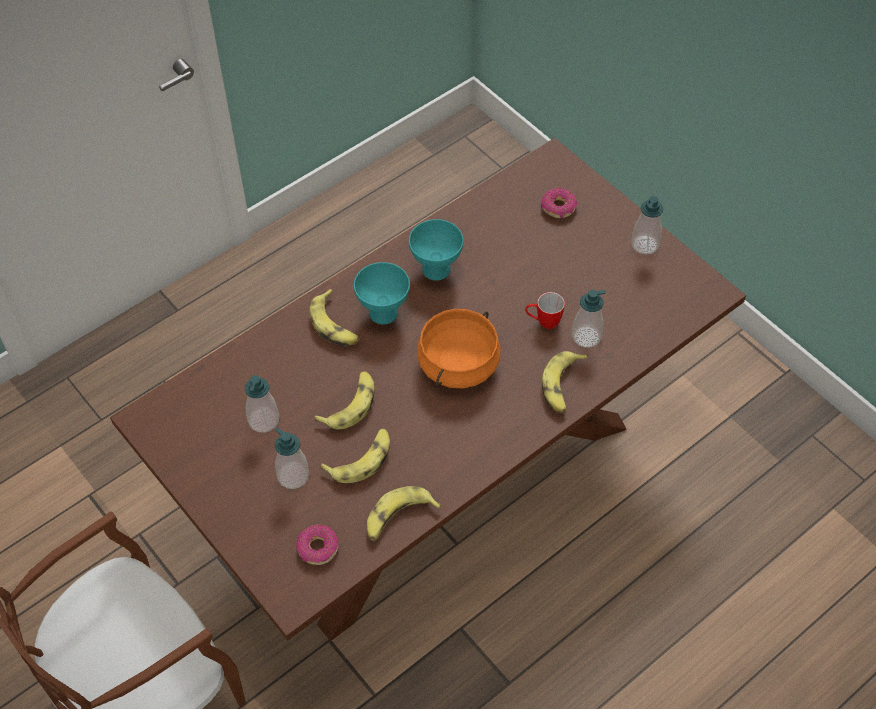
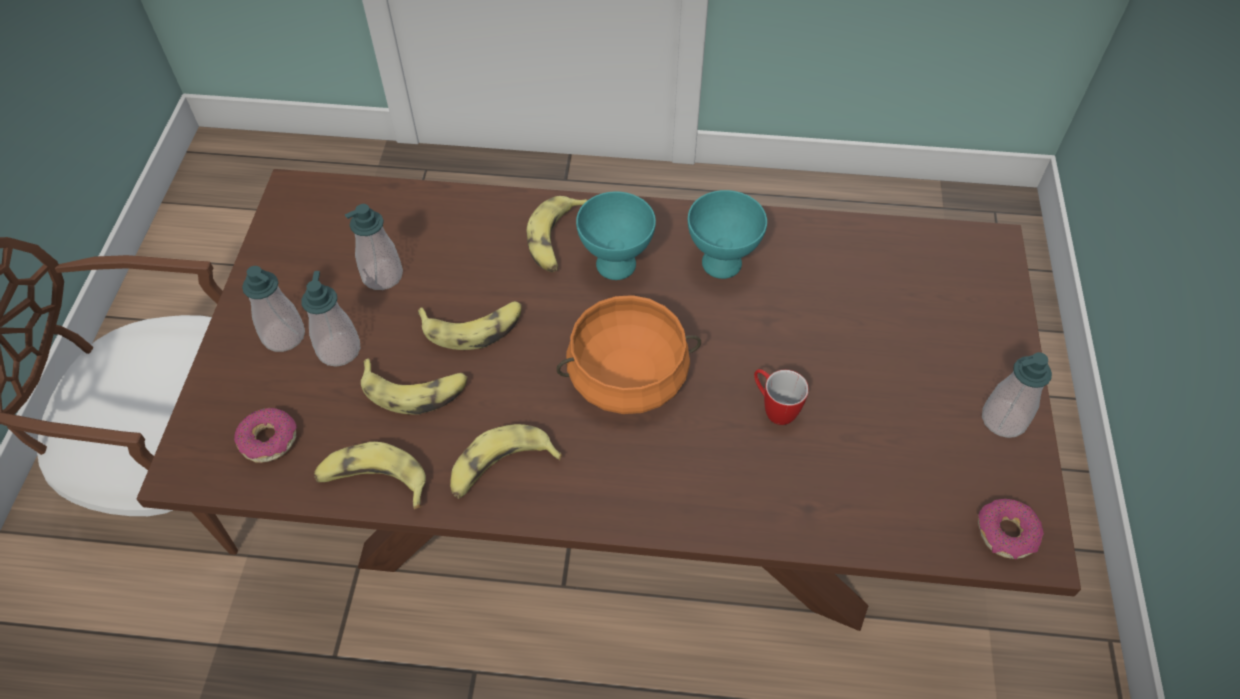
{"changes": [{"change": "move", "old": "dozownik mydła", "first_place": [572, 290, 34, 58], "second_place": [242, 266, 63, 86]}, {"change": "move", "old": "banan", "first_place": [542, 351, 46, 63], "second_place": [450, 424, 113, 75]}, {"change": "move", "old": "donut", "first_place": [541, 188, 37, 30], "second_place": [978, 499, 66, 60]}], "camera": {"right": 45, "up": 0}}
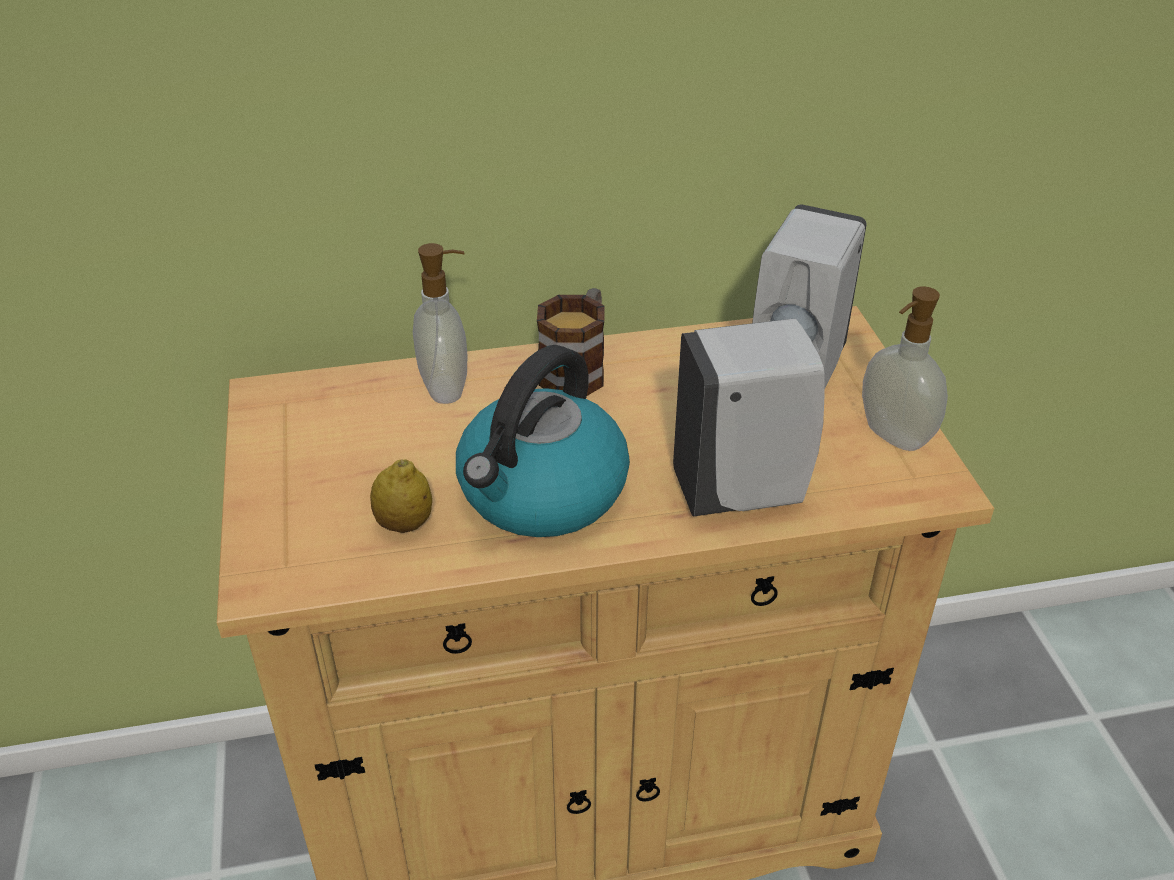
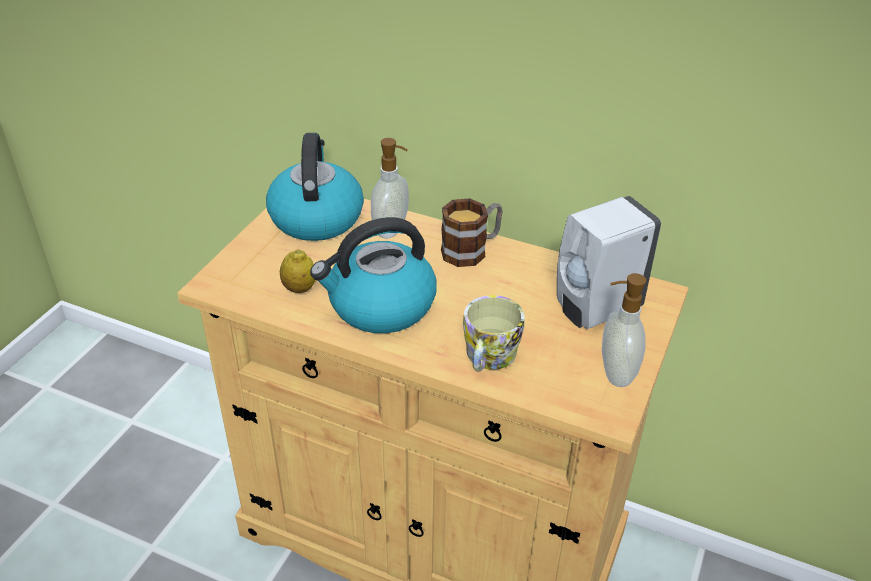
{"changes": [{"change": "insert", "new": "czajnik", "second_place": [266, 133, 98, 108]}, {"change": "replace", "old": "dozownik mydła (biały)", "new": "kubek", "first_place": [673, 318, 151, 199], "second_place": [463, 295, 62, 76]}], "camera": {"right": 35, "up": 0}}
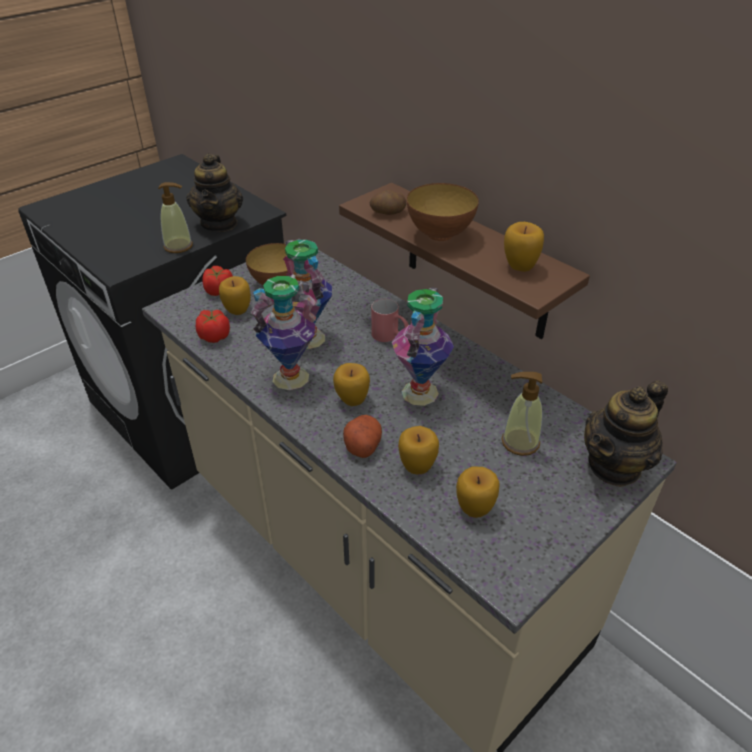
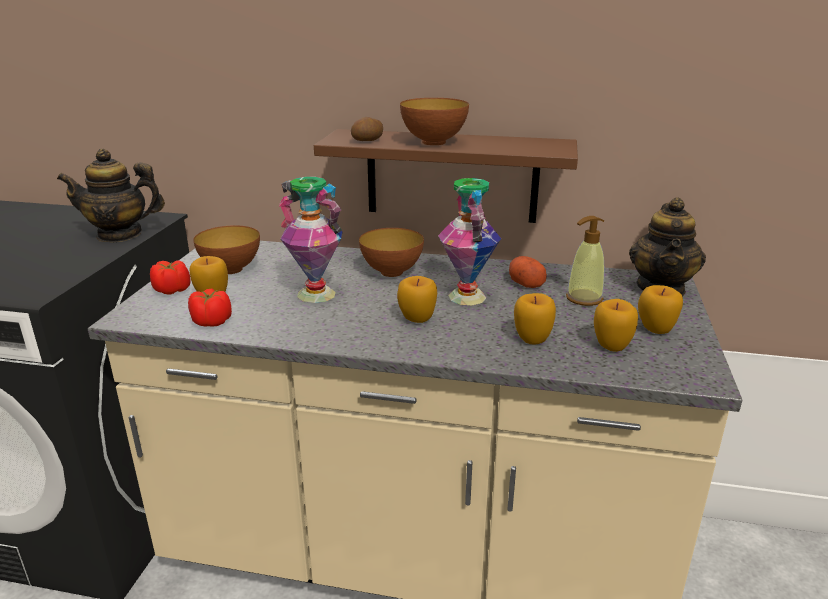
{"changes": [{"change": "rotate", "old": "imbryk", "first_place": [186, 153, 57, 79], "second_place": [57, 149, 108, 94], "degrees": 120}, {"change": "replace", "old": "kubek (czerwony)", "new": "miska", "first_place": [371, 299, 38, 43], "second_place": [359, 228, 65, 49]}, {"change": "move", "old": "ziemniak", "first_place": [343, 415, 39, 43], "second_place": [509, 256, 38, 32]}, {"change": "move", "old": "jabłko", "first_place": [504, 222, 40, 50], "second_place": [638, 285, 45, 49]}, {"change": "delete", "old": "dozownik mydła", "first_place": [158, 182, 35, 71]}, {"change": "delete", "old": "wazon", "first_place": [250, 276, 66, 114]}], "camera": {"right": -35, "up": -15}}
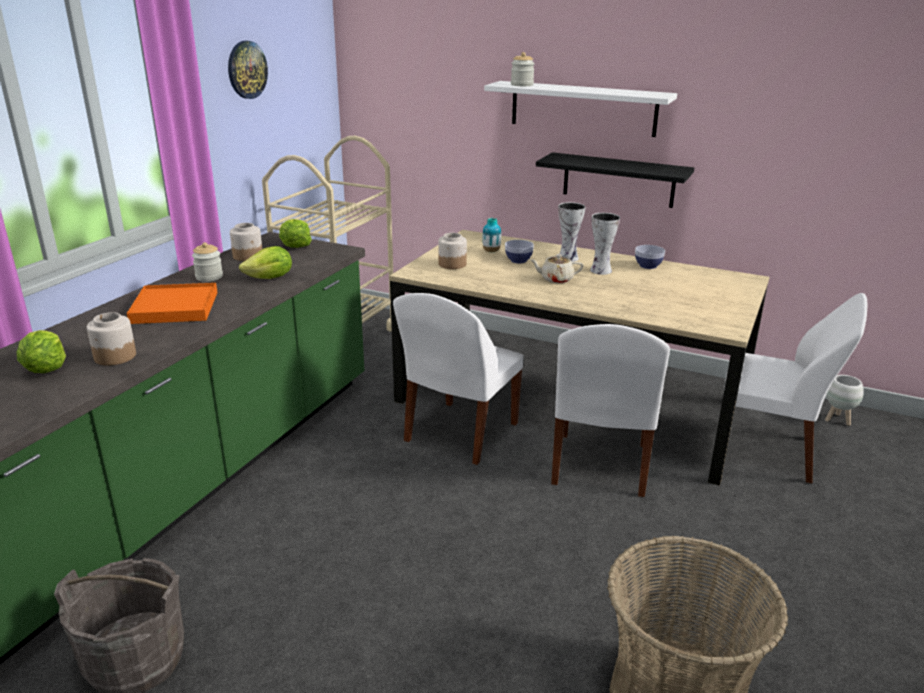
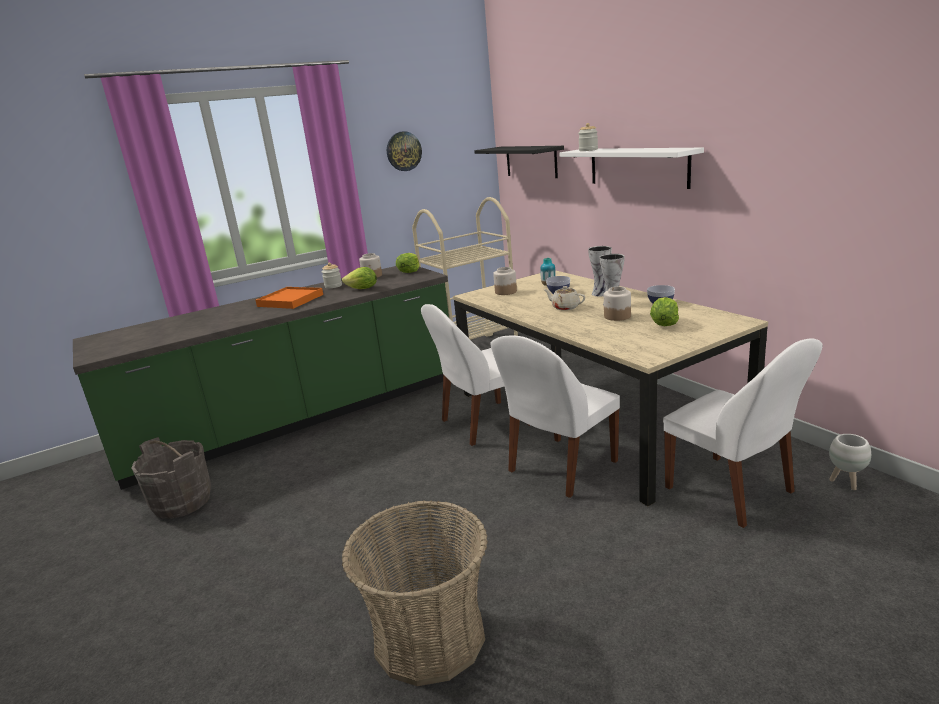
{"changes": [{"change": "move", "old": "półka (czarny)", "first_place": [536, 152, 158, 56], "second_place": [474, 146, 90, 32]}, {"change": "move", "old": "słoik", "first_place": [87, 312, 49, 54], "second_place": [604, 287, 27, 34]}, {"change": "move", "old": "sałata", "first_place": [17, 330, 49, 43], "second_place": [650, 297, 29, 29]}], "camera": {"right": 35, "up": -5}}
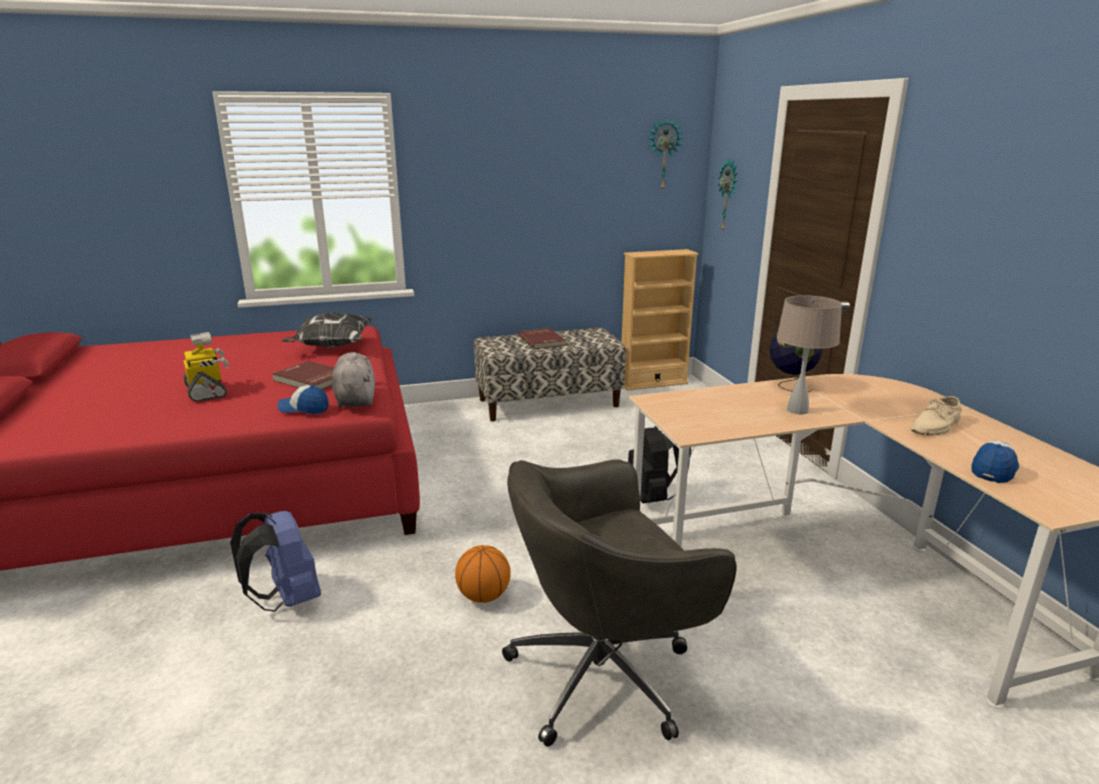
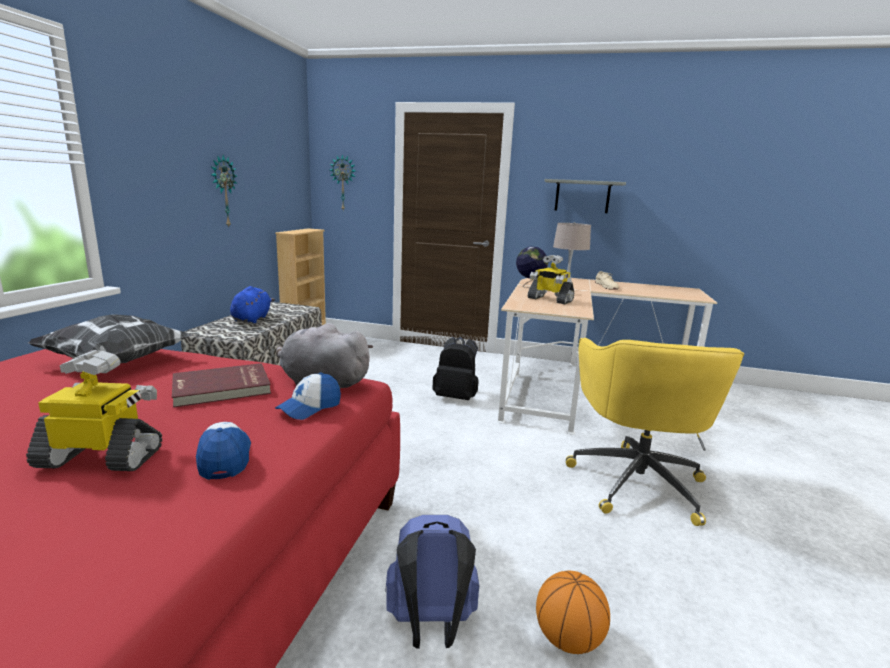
{"changes": [{"change": "move", "old": "czapka z daszkiem", "first_place": [971, 441, 48, 42], "second_place": [196, 422, 55, 58]}, {"change": "move", "old": "zegar ścienny", "first_place": [648, 118, 35, 73], "second_place": [211, 155, 26, 72]}, {"change": "replace", "old": "książka (czerwony)", "new": "pluszak (niebieski)", "first_place": [519, 328, 47, 21], "second_place": [230, 286, 45, 37]}, {"change": "insert", "new": "robot zabawkowy", "second_place": [528, 255, 46, 49]}, {"change": "move", "old": "piłka do koszykówki", "first_place": [455, 545, 56, 58], "second_place": [536, 571, 74, 83]}, {"change": "insert", "new": "półka (szary)", "second_place": [544, 179, 82, 34]}, {"change": "recolor", "old": "krzesło biurowe (szary)", "new": "krzesło biurowe (żółty)", "first_place": [502, 459, 235, 288], "second_place": [566, 338, 178, 188]}], "camera": {"right": -60, "up": -5}}
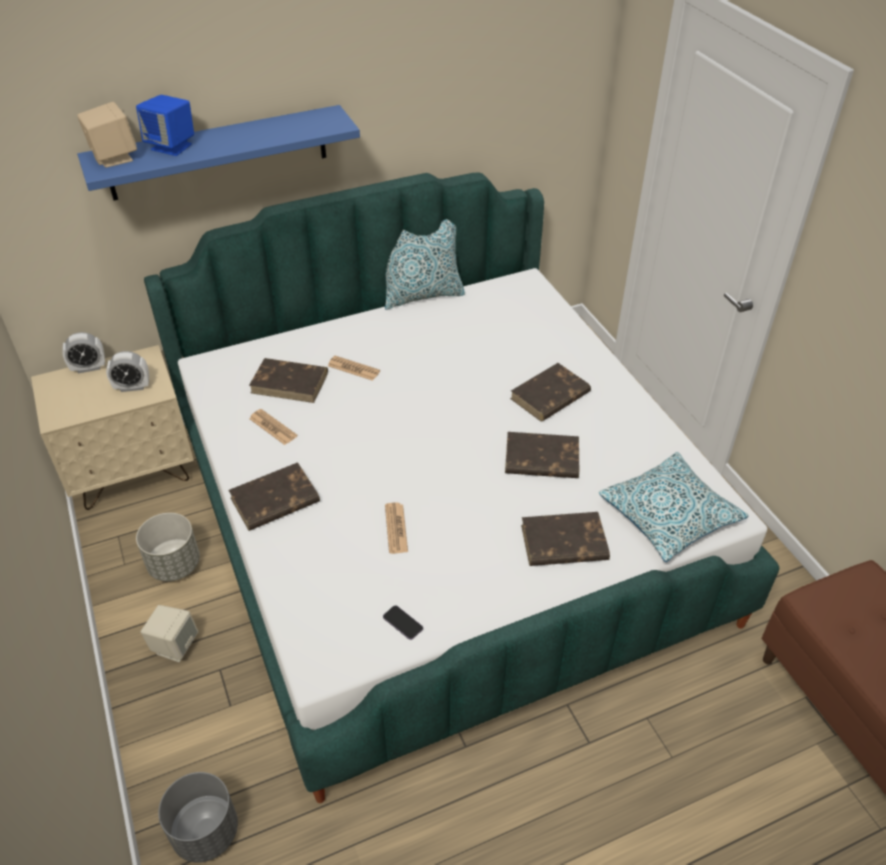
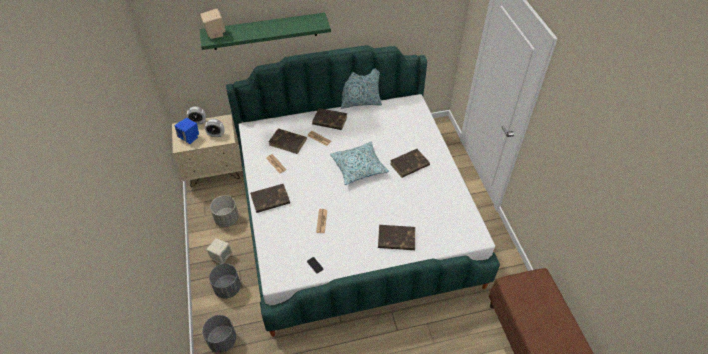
{"changes": [{"change": "move", "old": "głośnik (niebieski)", "first_place": [136, 95, 58, 61], "second_place": [174, 118, 25, 26]}, {"change": "recolor", "old": "półka (niebieski)", "new": "półka (zielony)", "first_place": [77, 105, 283, 95], "second_place": [200, 13, 131, 37]}, {"change": "insert", "new": "donica (szary)", "second_place": [209, 263, 32, 36]}, {"change": "move", "old": "książka (brązowy)", "first_place": [505, 432, 74, 46], "second_place": [312, 108, 35, 22]}, {"change": "move", "old": "poduszka", "first_place": [599, 452, 149, 110], "second_place": [330, 142, 59, 43]}], "camera": {"right": 10, "up": 5}}
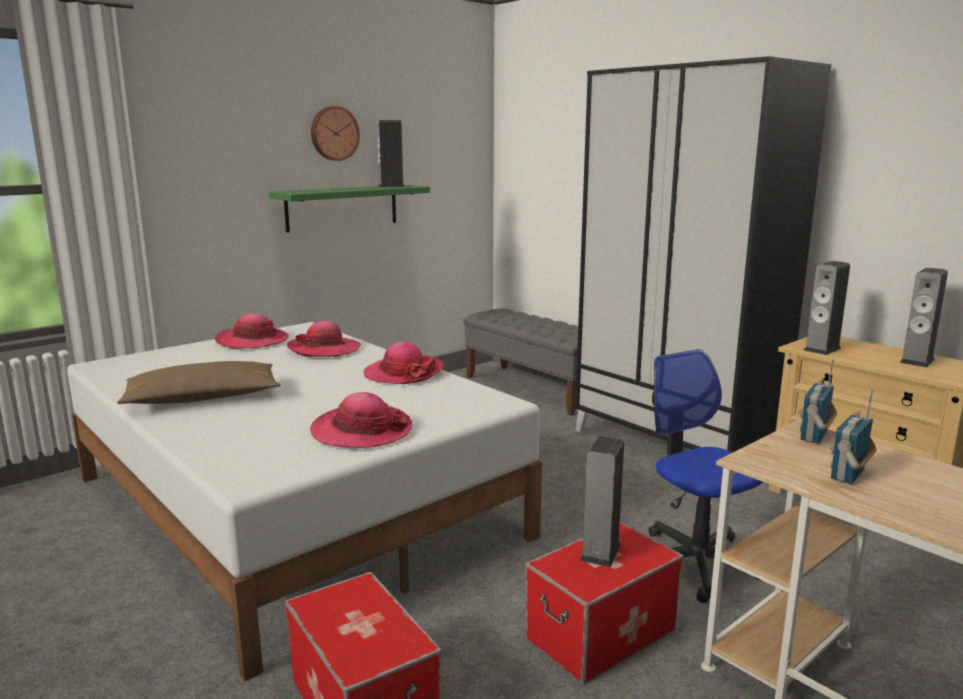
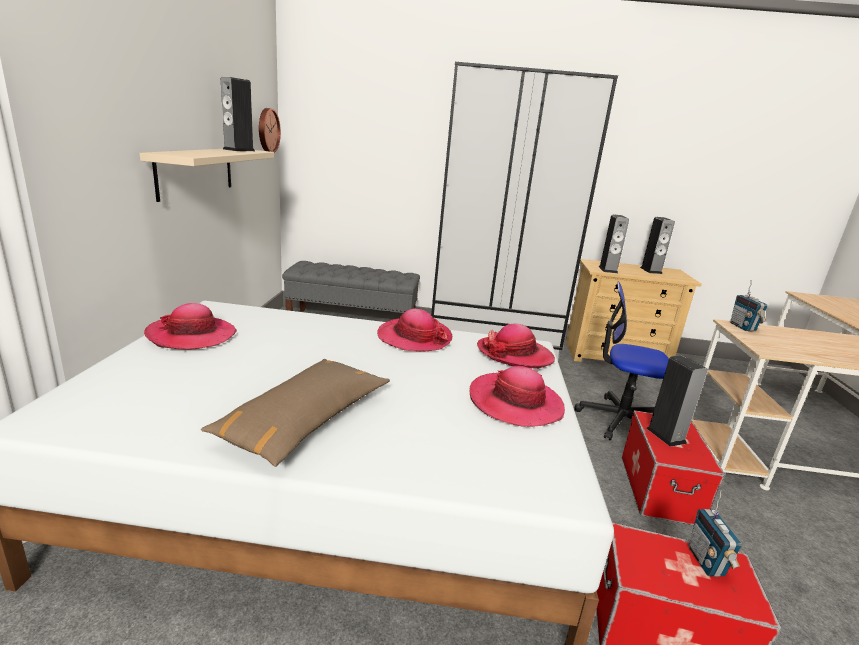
{"changes": [{"change": "recolor", "old": "półka (zielony)", "new": "półka (beżowy)", "first_place": [269, 185, 161, 47], "second_place": [139, 149, 135, 53]}, {"change": "move", "old": "zegar ścienny", "first_place": [311, 106, 49, 55], "second_place": [259, 108, 22, 45]}, {"change": "move", "old": "kapelusz", "first_place": [287, 321, 74, 36], "second_place": [477, 323, 78, 46]}, {"change": "move", "old": "radio", "first_place": [830, 389, 46, 95], "second_place": [688, 490, 54, 87]}], "camera": {"right": -45, "up": 5}}
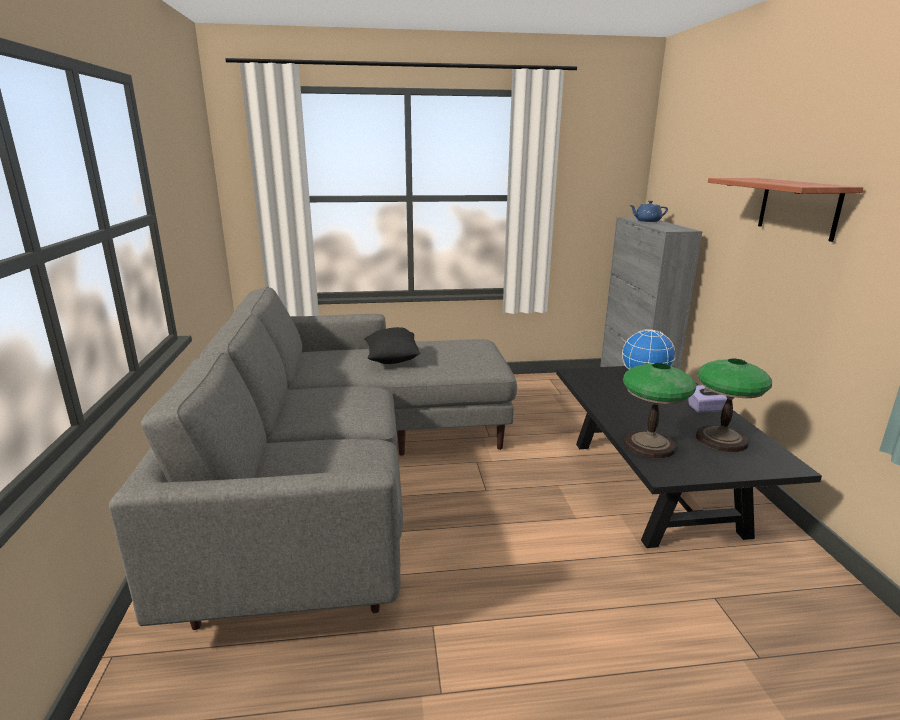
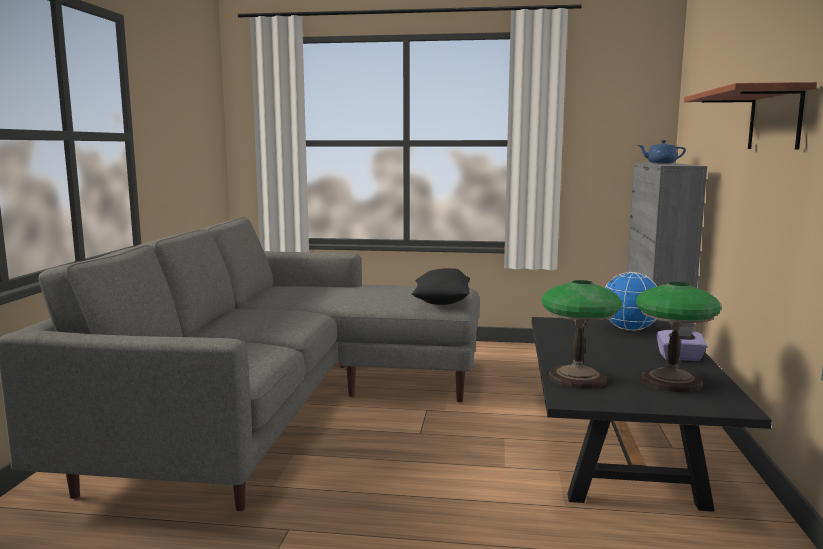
{"changes": [{"change": "move", "old": "poduszka (czarny)", "first_place": [364, 327, 56, 37], "second_place": [412, 268, 58, 37]}], "camera": {"right": 15, "up": -10}}
